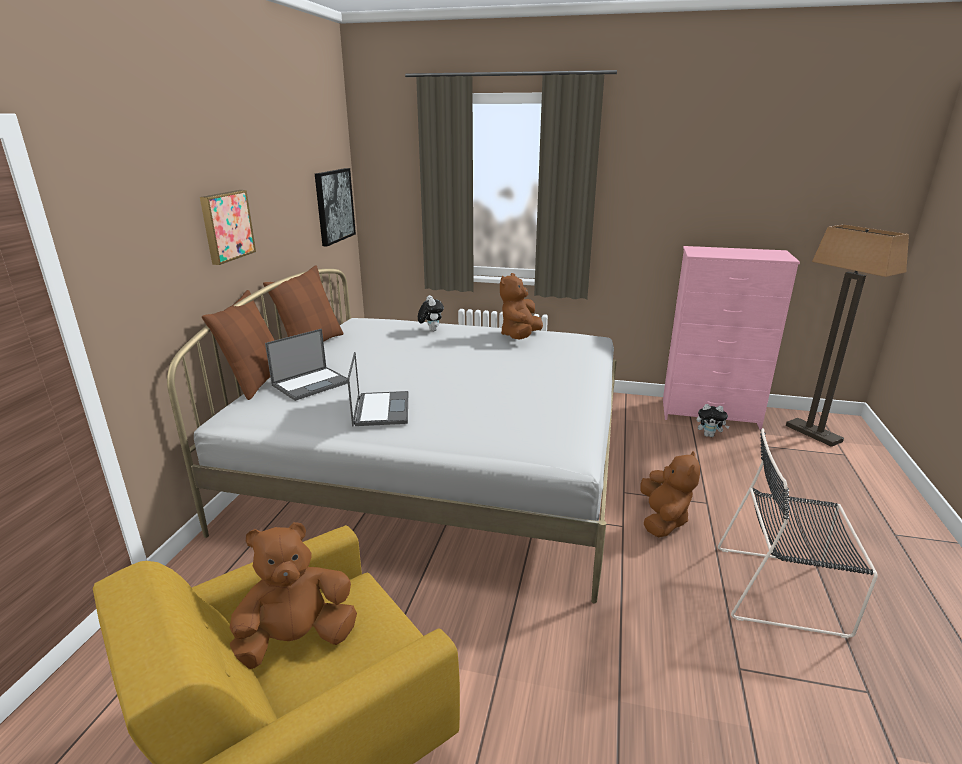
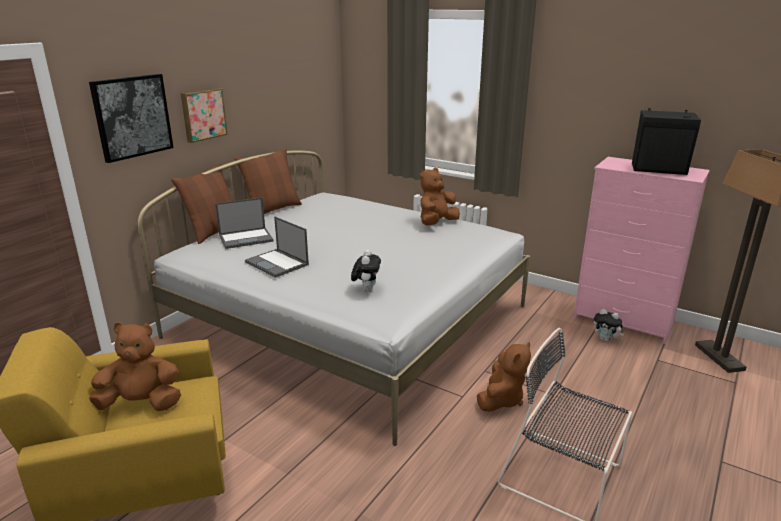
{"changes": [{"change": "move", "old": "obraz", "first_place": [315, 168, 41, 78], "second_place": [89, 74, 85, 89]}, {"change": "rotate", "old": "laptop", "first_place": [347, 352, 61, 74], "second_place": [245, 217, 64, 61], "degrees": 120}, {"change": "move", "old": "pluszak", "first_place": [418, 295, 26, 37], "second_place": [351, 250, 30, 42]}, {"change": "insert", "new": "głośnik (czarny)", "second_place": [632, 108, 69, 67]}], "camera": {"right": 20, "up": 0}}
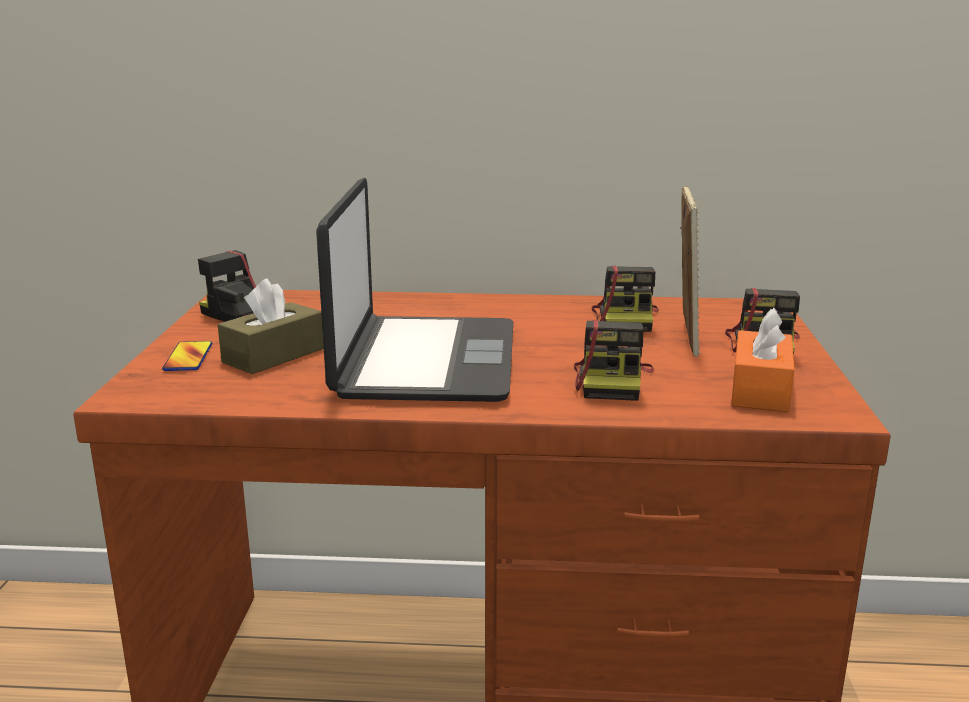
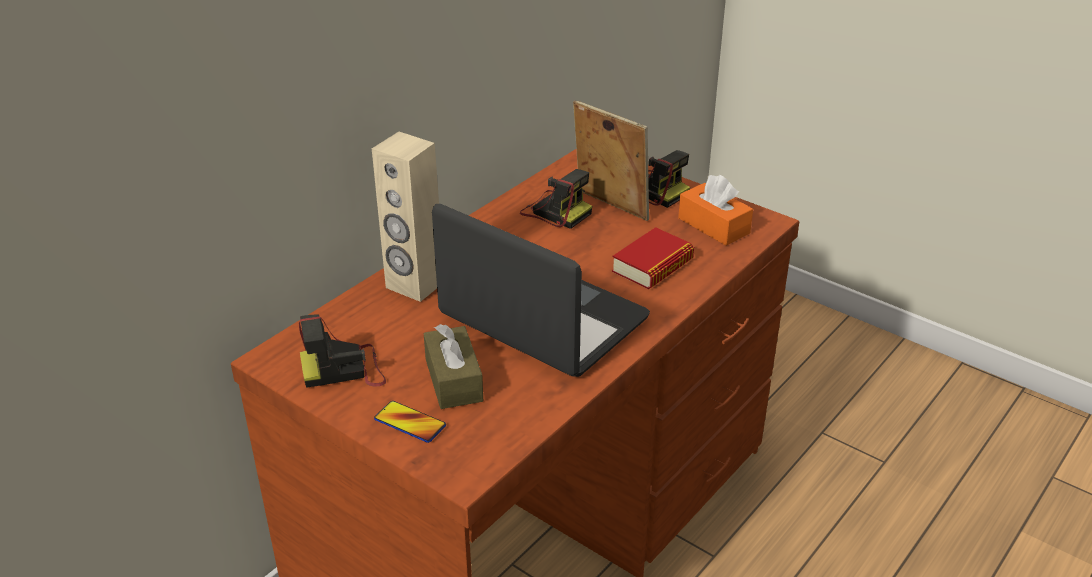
{"changes": [{"change": "insert", "new": "głośnik (beżowy)", "second_place": [372, 132, 67, 170]}, {"change": "replace", "old": "aparat fotograficzny", "new": "książka", "first_place": [574, 320, 80, 81], "second_place": [612, 227, 82, 62]}], "camera": {"right": -55, "up": 15}}
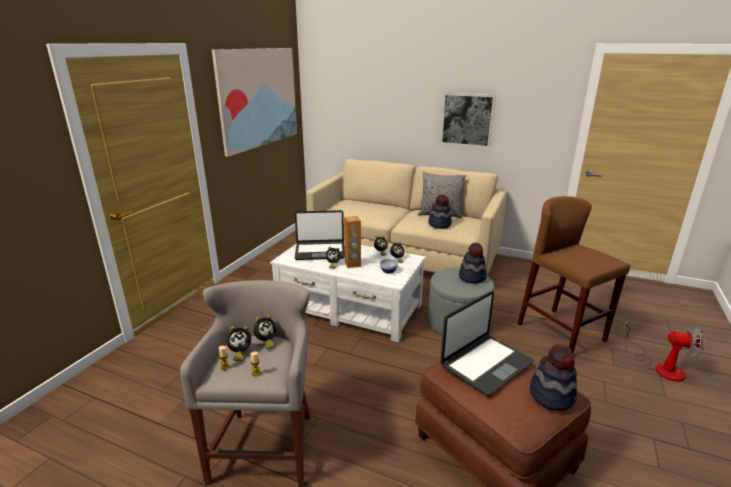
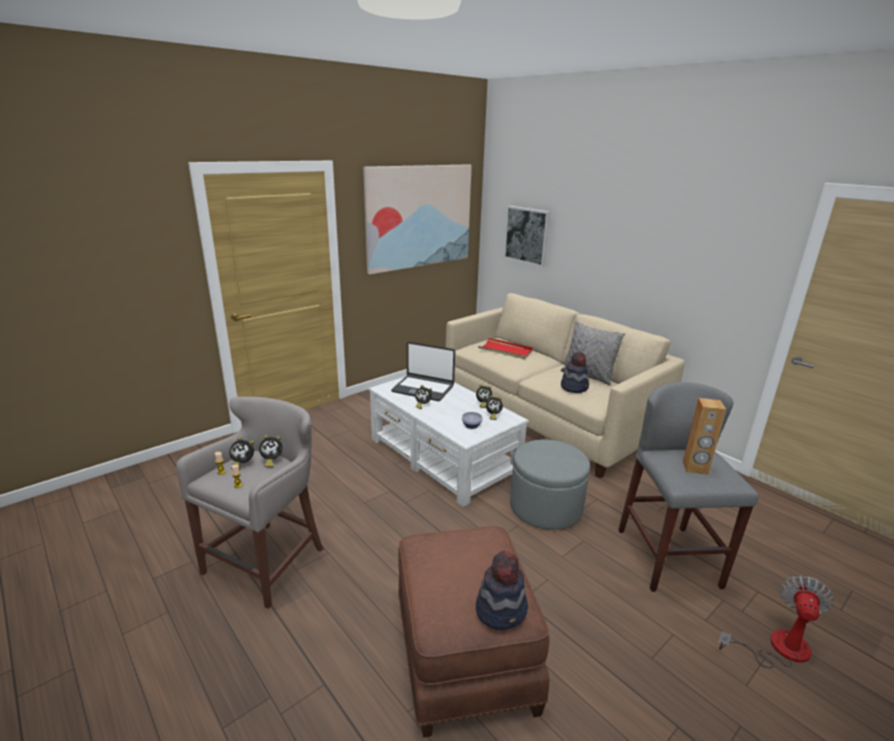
{"changes": [{"change": "insert", "new": "taca (czerwony)", "second_place": [478, 338, 56, 21]}, {"change": "move", "old": "obraz", "first_place": [440, 93, 56, 55], "second_place": [504, 206, 46, 61]}, {"change": "recolor", "old": "stołek (brązowy)", "new": "stołek (szary)", "first_place": [517, 196, 113, 157], "second_place": [618, 382, 141, 210]}, {"change": "move", "old": "głośnik (brązowy)", "first_place": [344, 216, 17, 52], "second_place": [683, 398, 43, 77]}, {"change": "rotate", "old": "wentylator", "first_place": [623, 319, 82, 63], "second_place": [718, 576, 116, 92], "degrees": -105}, {"change": "delete", "old": "laptop", "first_place": [440, 291, 94, 105]}, {"change": "delete", "old": "kapelusz", "first_place": [459, 243, 28, 41]}], "camera": {"right": 25, "up": 0}}
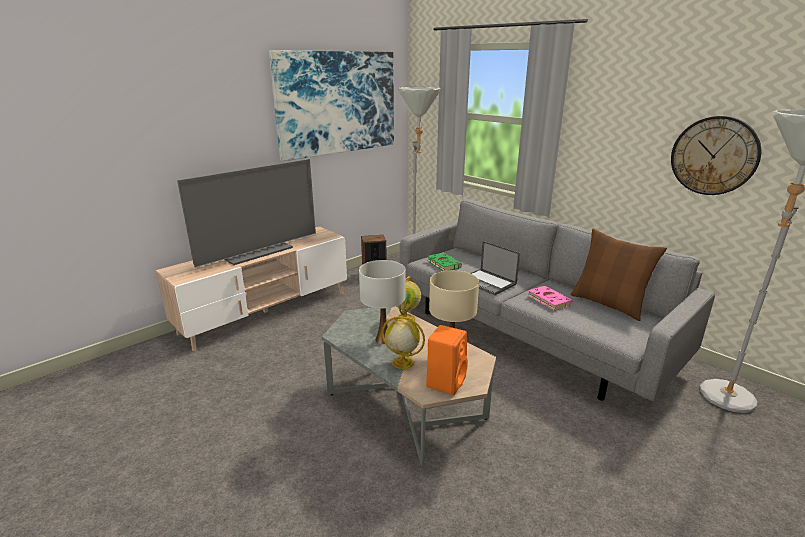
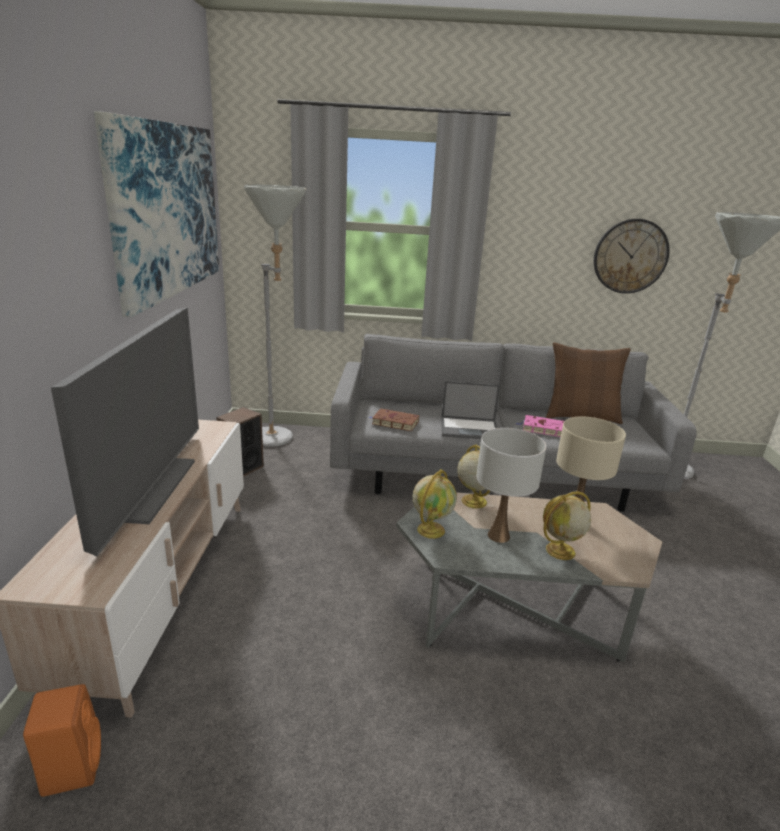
{"changes": [{"change": "move", "old": "głośnik (pomarańczowy)", "first_place": [426, 325, 42, 70], "second_place": [23, 684, 78, 113]}, {"change": "recolor", "old": "książka (zielony)", "new": "książka (brązowy)", "first_place": [427, 253, 35, 18], "second_place": [369, 408, 50, 23]}, {"change": "insert", "new": "globus", "second_place": [413, 469, 44, 70]}], "camera": {"right": -45, "up": 0}}
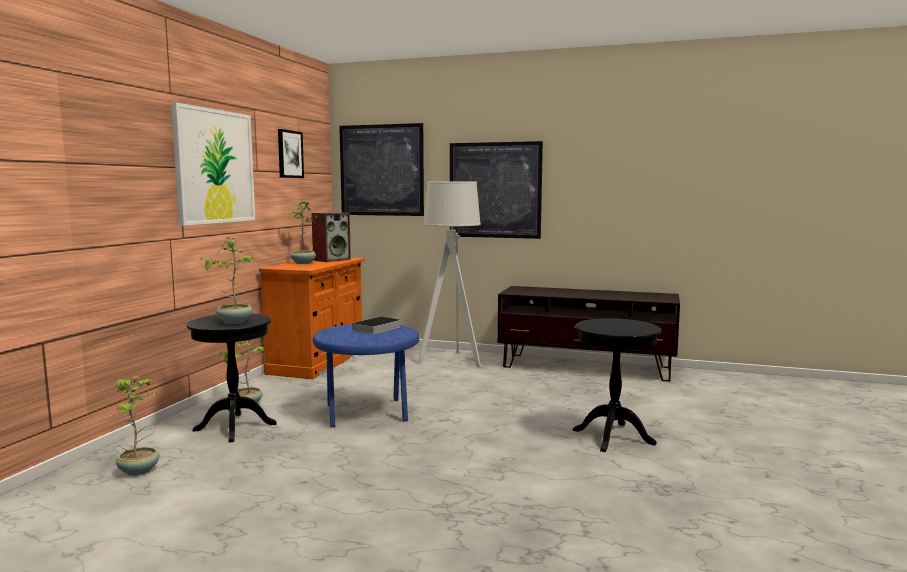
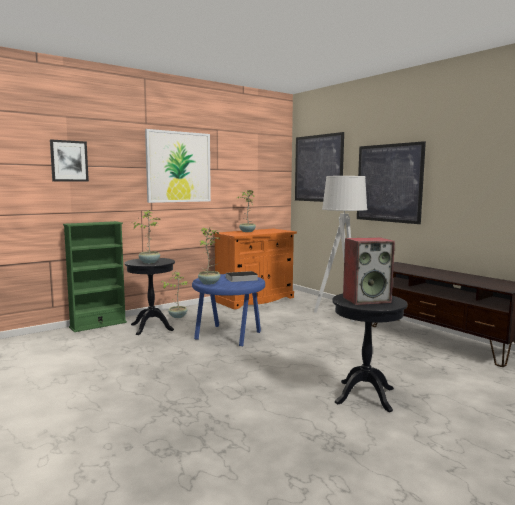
{"changes": [{"change": "move", "old": "obraz", "first_place": [278, 129, 26, 49], "second_place": [50, 139, 39, 43]}, {"change": "insert", "new": "regał (zielony)", "second_place": [63, 221, 64, 111]}, {"change": "move", "old": "roślina doniczkowa", "first_place": [116, 376, 43, 100], "second_place": [198, 227, 23, 58]}, {"change": "move", "old": "głośnik", "first_place": [312, 212, 39, 50], "second_place": [343, 237, 52, 68]}], "camera": {"right": 35, "up": 0}}
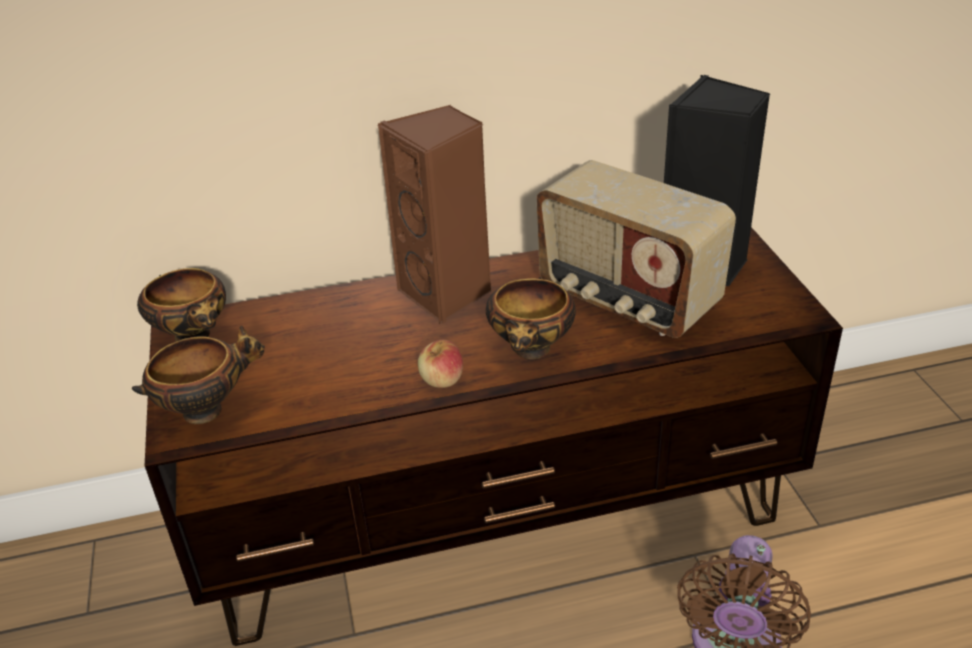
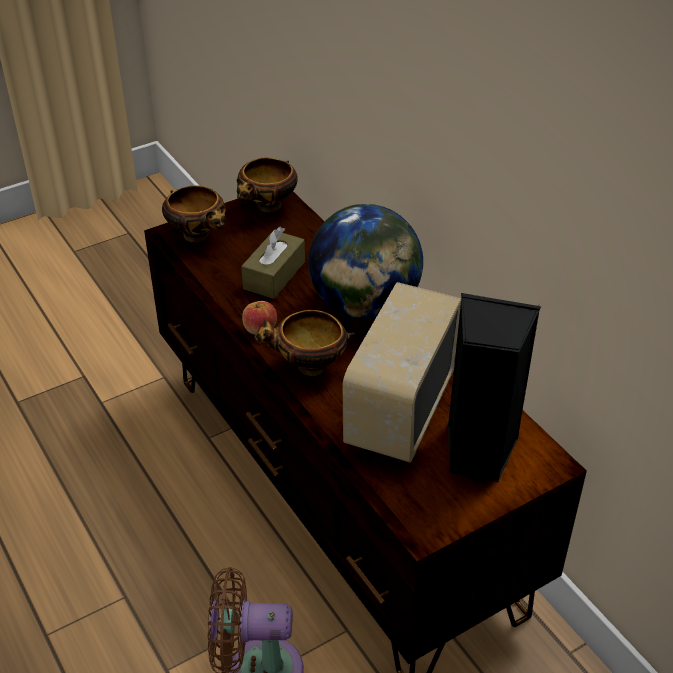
{"changes": [{"change": "insert", "new": "pudełko chusteczek (brązowy)", "second_place": [241, 227, 64, 72]}, {"change": "replace", "old": "głośnik (brązowy)", "new": "globus", "first_place": [378, 105, 114, 220], "second_place": [308, 204, 115, 116]}], "camera": {"right": 70, "up": 5}}
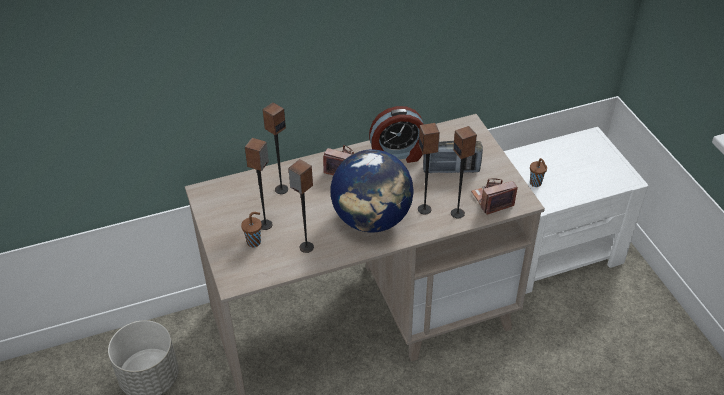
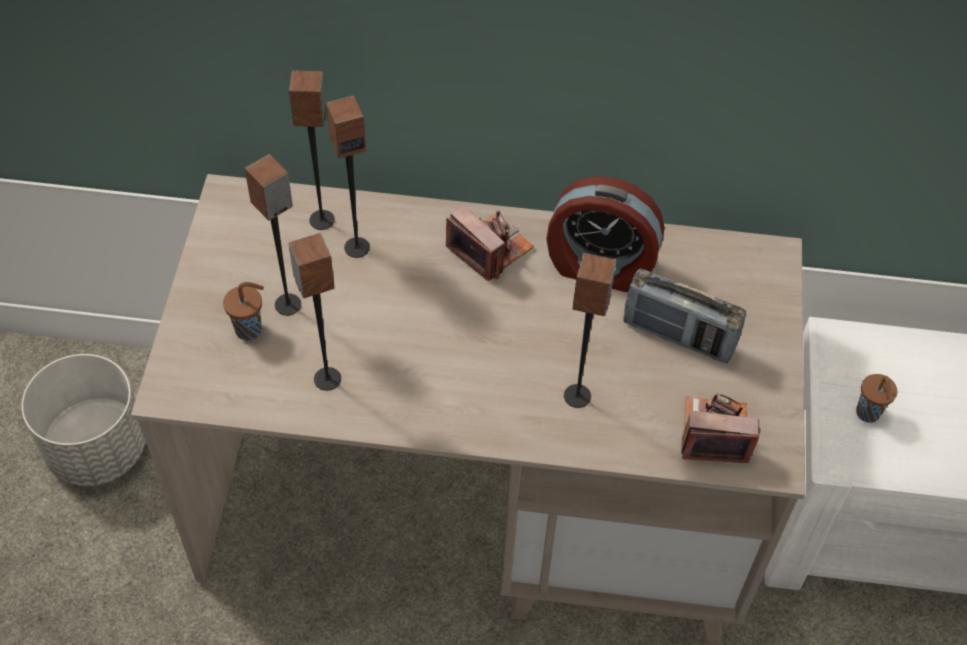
{"changes": [{"change": "move", "old": "głośnik", "first_place": [451, 126, 26, 93], "second_place": [289, 70, 46, 160]}, {"change": "delete", "old": "globus", "first_place": [331, 150, 82, 83]}], "camera": {"right": 25, "up": 10}}
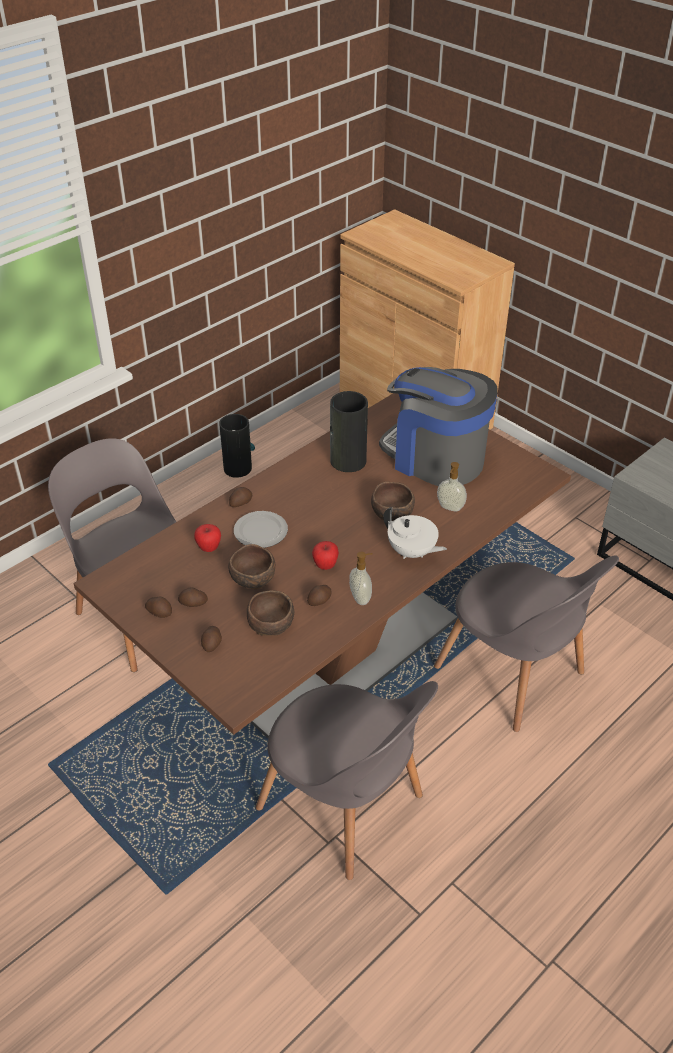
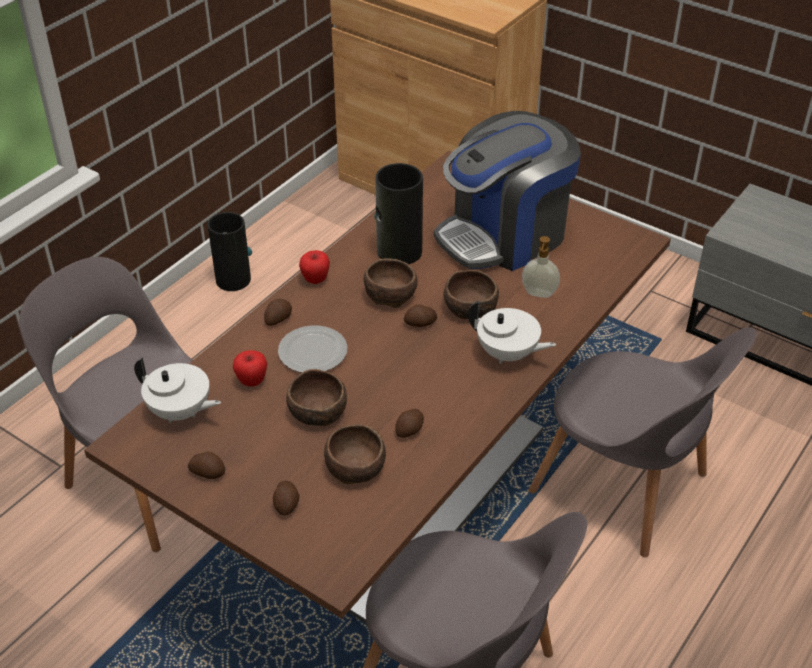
{"changes": [{"change": "insert", "new": "imbryk (biały)", "second_place": [134, 358, 87, 65]}, {"change": "move", "old": "jabłko", "first_place": [312, 541, 27, 29], "second_place": [299, 250, 31, 34]}, {"change": "insert", "new": "miska (brązowy)", "second_place": [364, 258, 54, 50]}, {"change": "move", "old": "ziemniak", "first_place": [178, 587, 30, 20], "second_place": [404, 304, 33, 23]}, {"change": "rotate", "old": "ekspres do kawy", "first_place": [379, 367, 118, 119], "second_place": [434, 111, 147, 160], "degrees": -60}, {"change": "delete", "old": "dozownik mydła", "first_place": [349, 552, 23, 53]}], "camera": {"right": -10, "up": 0}}
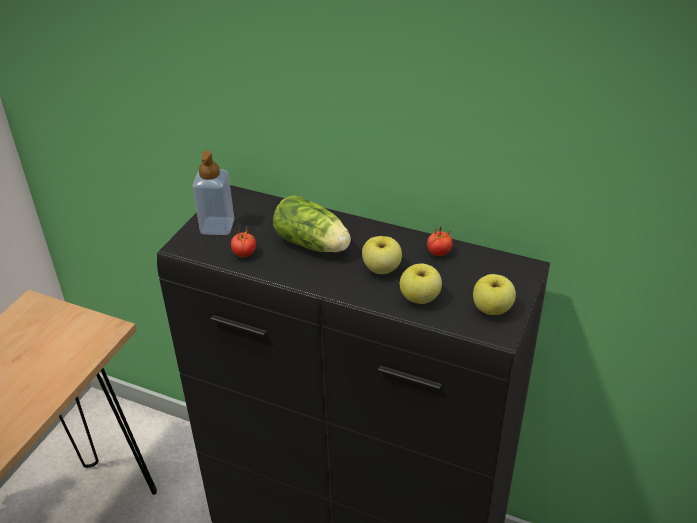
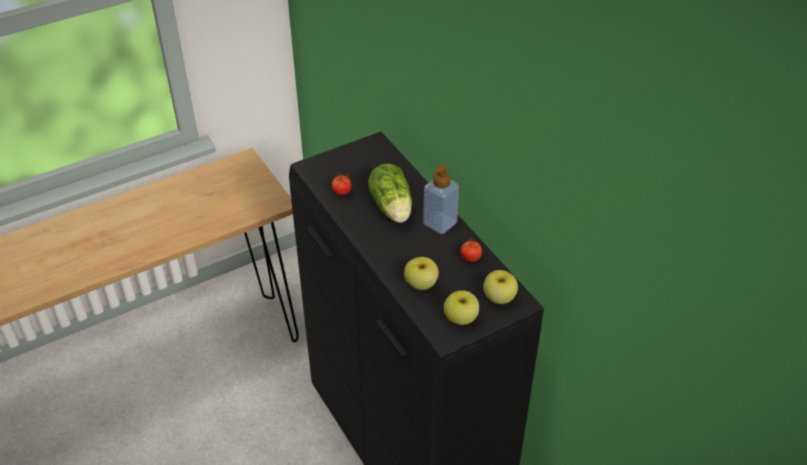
{"changes": [{"change": "move", "old": "dozownik mydła", "first_place": [192, 151, 42, 84], "second_place": [423, 164, 36, 70]}, {"change": "move", "old": "jabłko", "first_place": [362, 236, 40, 38], "second_place": [484, 270, 34, 34]}], "camera": {"right": 35, "up": 5}}
